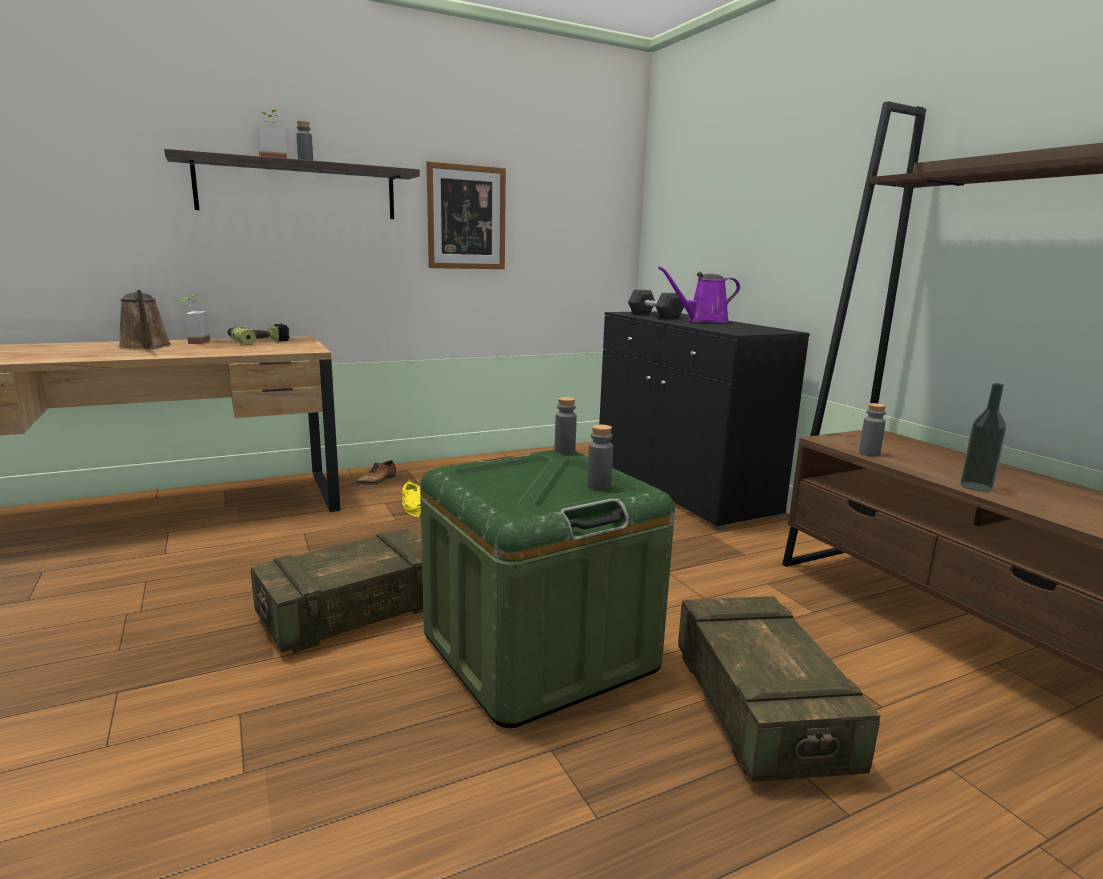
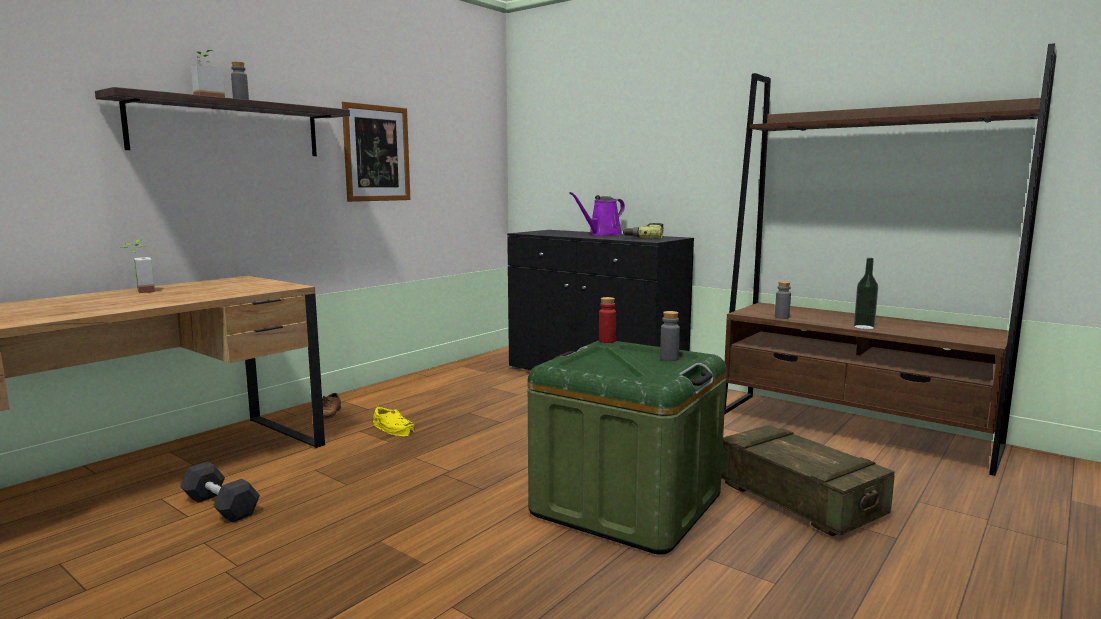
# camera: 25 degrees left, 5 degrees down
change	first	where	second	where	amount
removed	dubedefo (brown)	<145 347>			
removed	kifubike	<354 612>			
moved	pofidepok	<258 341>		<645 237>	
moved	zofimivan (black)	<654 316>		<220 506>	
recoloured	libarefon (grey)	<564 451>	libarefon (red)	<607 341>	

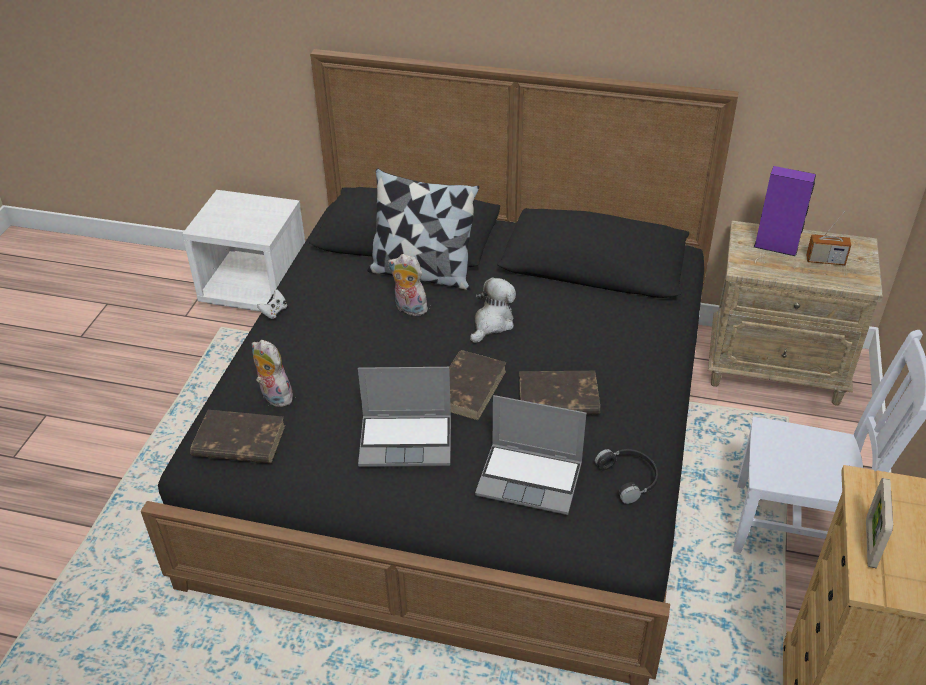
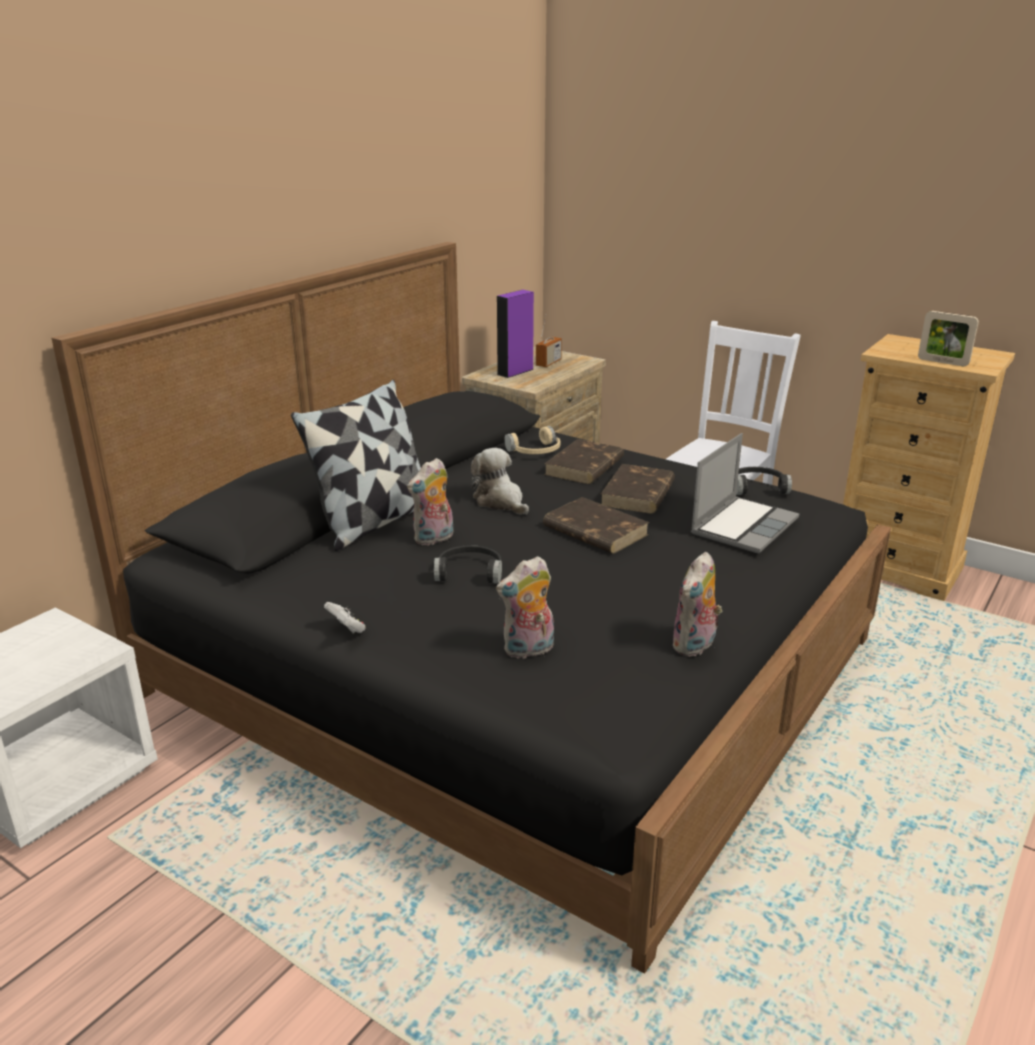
# camera: 70 degrees left, 15 degrees down
change	first	where	second	where	amount
removed	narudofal	<407 441>			
added			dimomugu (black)	<469 572>	
added			dimomugu (beige)	<536 451>	
added			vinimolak	<695 646>	
moved	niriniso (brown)	<238 441>		<584 466>	

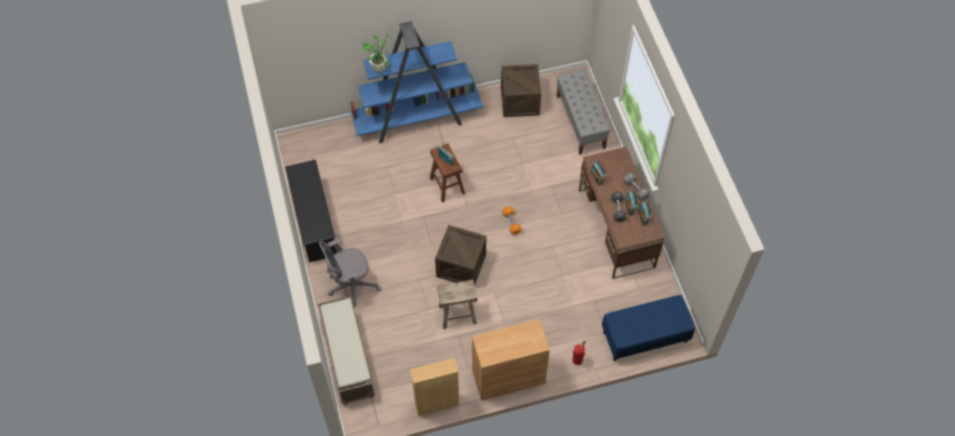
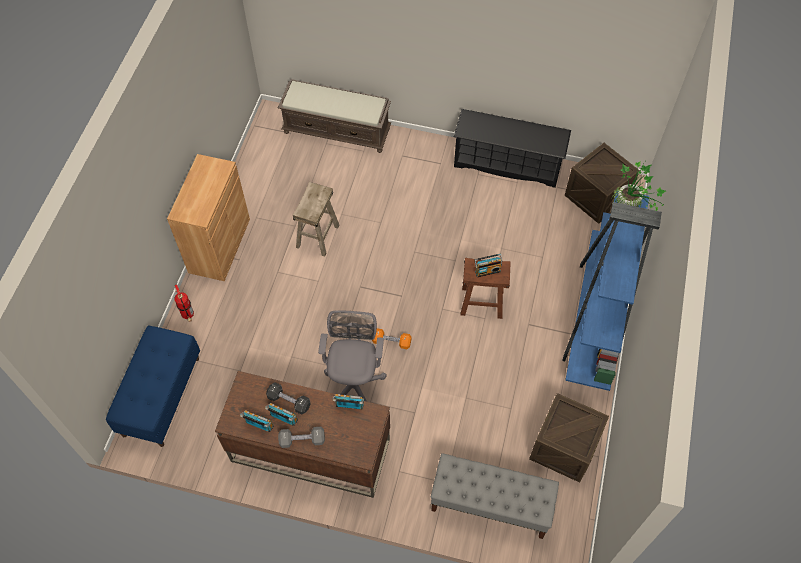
# camera: 120 degrees right, 0 degrees up
change	first	where	second	where	amount
removed	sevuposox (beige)	<437 404>			
moved	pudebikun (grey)	<351 286>		<354 383>	
moved	kifubike	<461 265>		<596 197>	

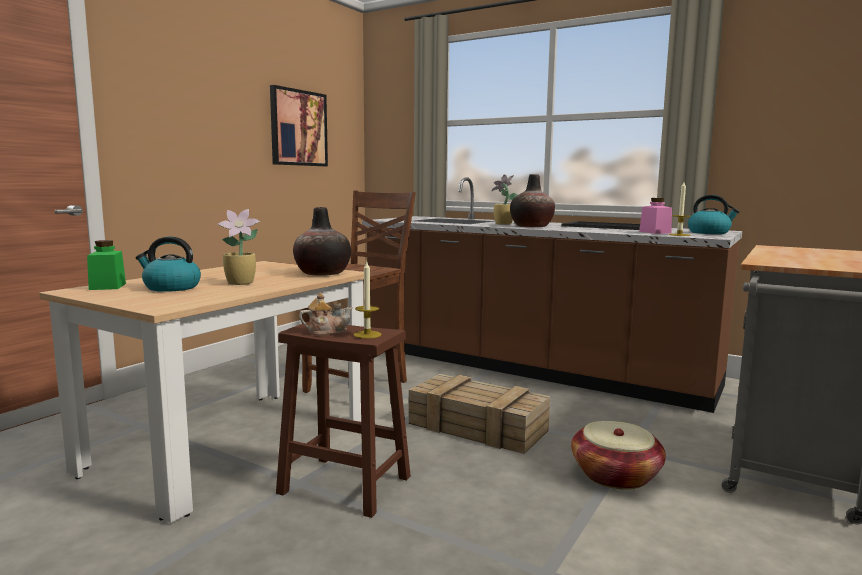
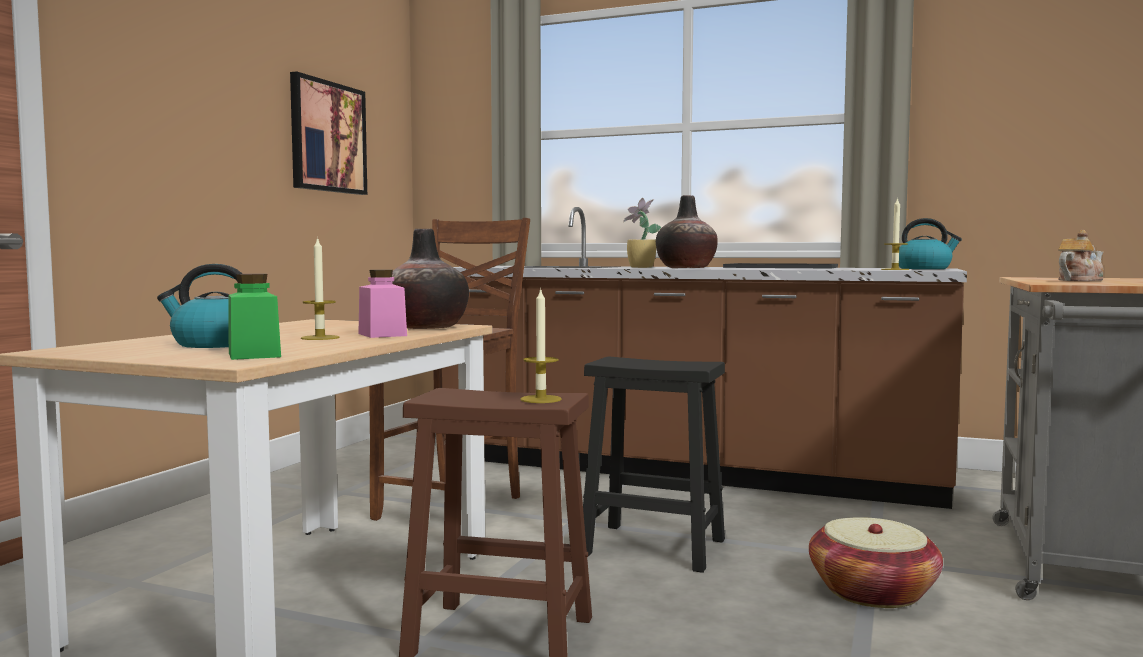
# camera: 10 degrees left, 5 degrees down
change	first	where	second	where	amount
moved	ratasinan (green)	<107 286>		<254 355>	
moved	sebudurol	<326 331>		<1078 280>	
moved	ratasinan (pink)	<655 232>		<382 334>	
replaced	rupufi	<242 283>	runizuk	<320 338>	
replaced	kifubike	<480 427>	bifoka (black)	<656 547>	

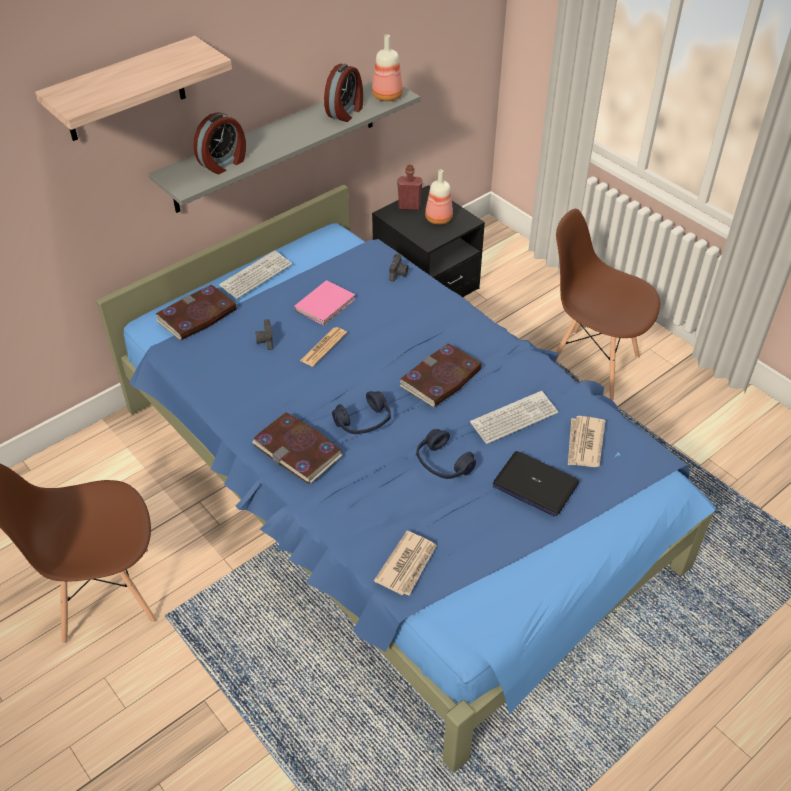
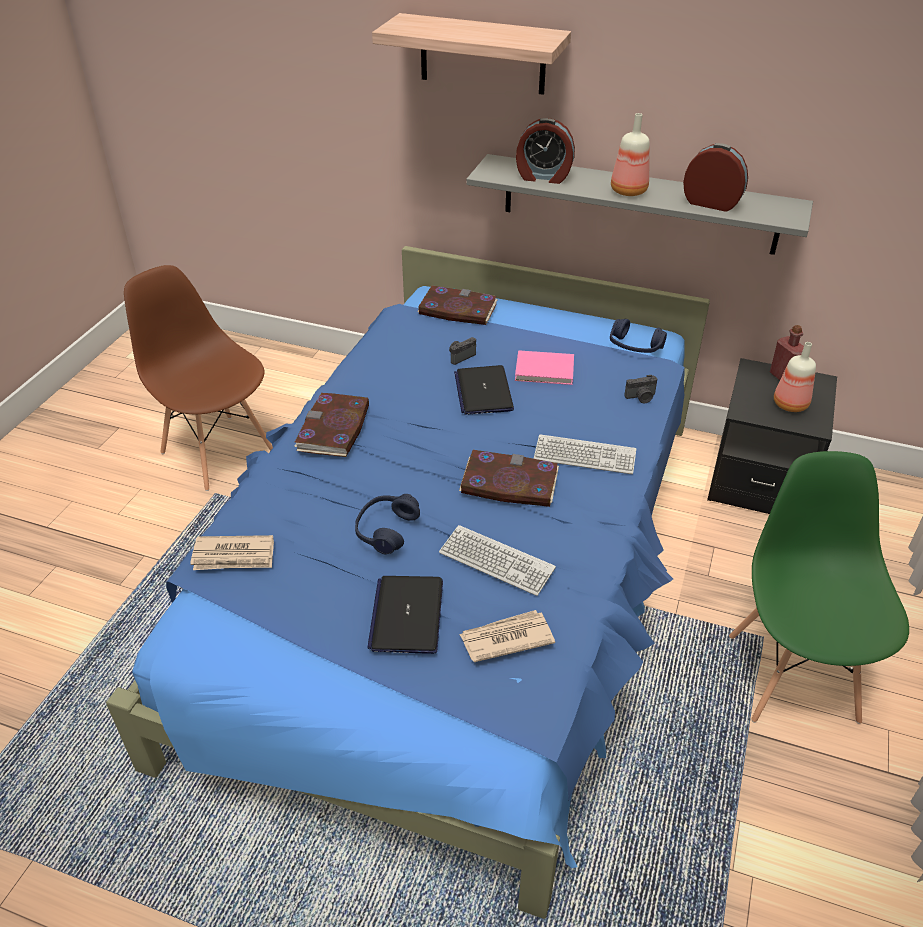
# camera: 60 degrees right, 5 degrees down
change	first	where	second	where	amount
moved	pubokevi	<256 275>		<584 456>	
moved	dimomugu (blue)	<363 422>		<634 347>	
moved	libarefon	<387 97>		<627 191>	
replaced	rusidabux	<323 347>	narudofal	<483 391>	
recoloured	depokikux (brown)	<591 364>	depokikux (green)	<793 676>	
turned	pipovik	<346 112>		<711 202>	150 degrees counterclockwise

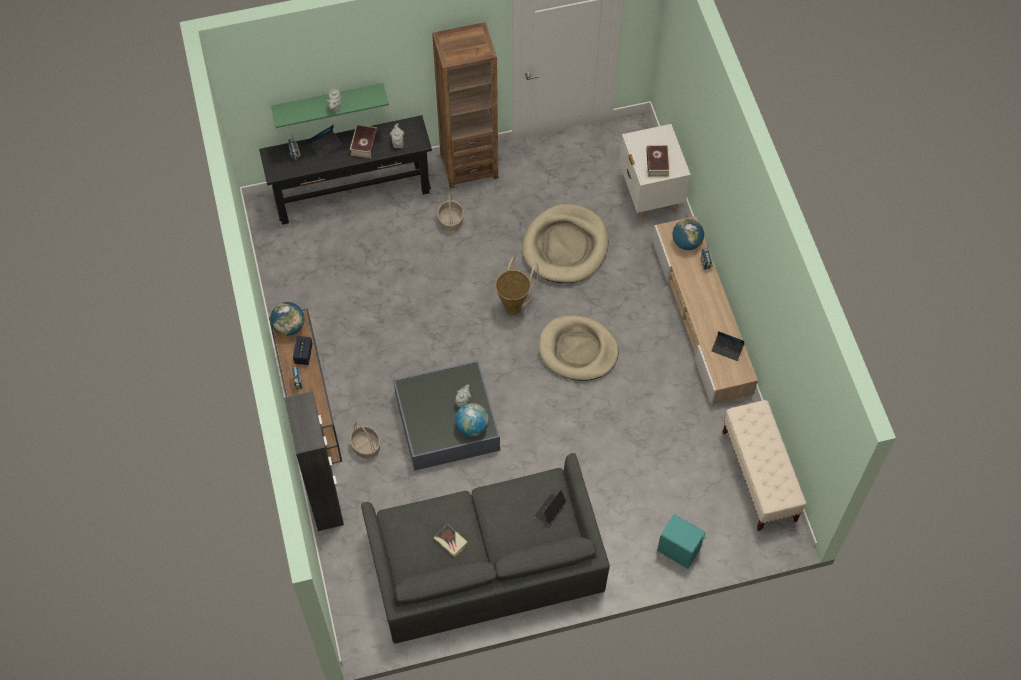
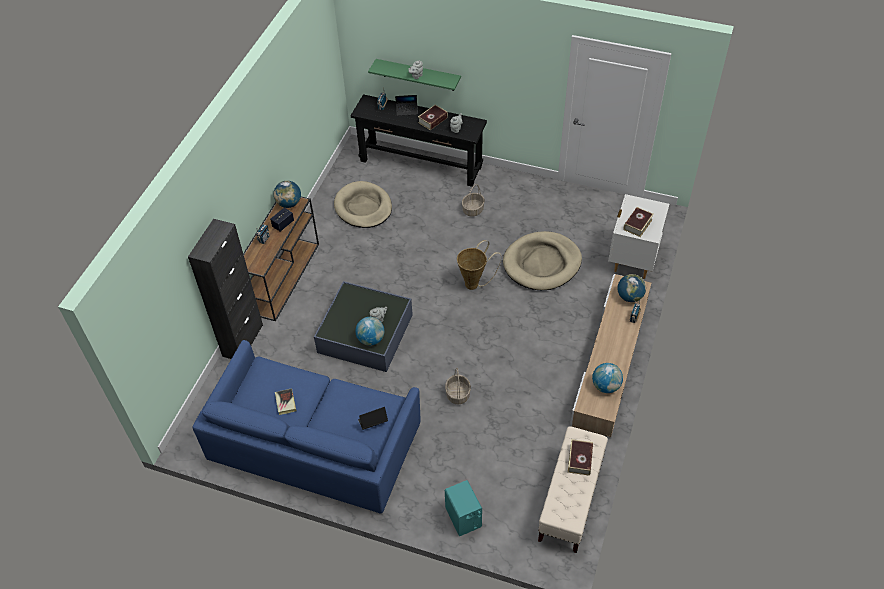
# camera: 35 degrees right, 10 degrees down
change	first	where	second	where	amount
removed	sevuposox (brown)	<469 166>			
added			niriniso	<580 459>	
moved	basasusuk	<365 446>		<457 394>	
moved	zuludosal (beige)	<578 350>		<363 207>	
replaced	narudofal	<727 349>	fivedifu	<606 386>	
recoloured	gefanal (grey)	<484 561>	gefanal (blue)	<314 441>	

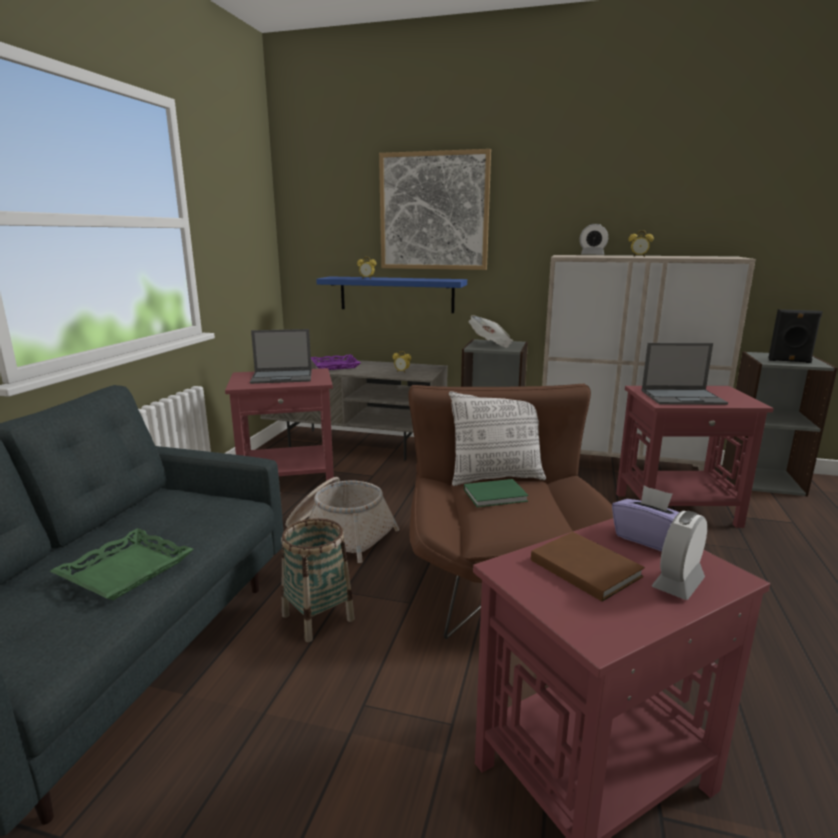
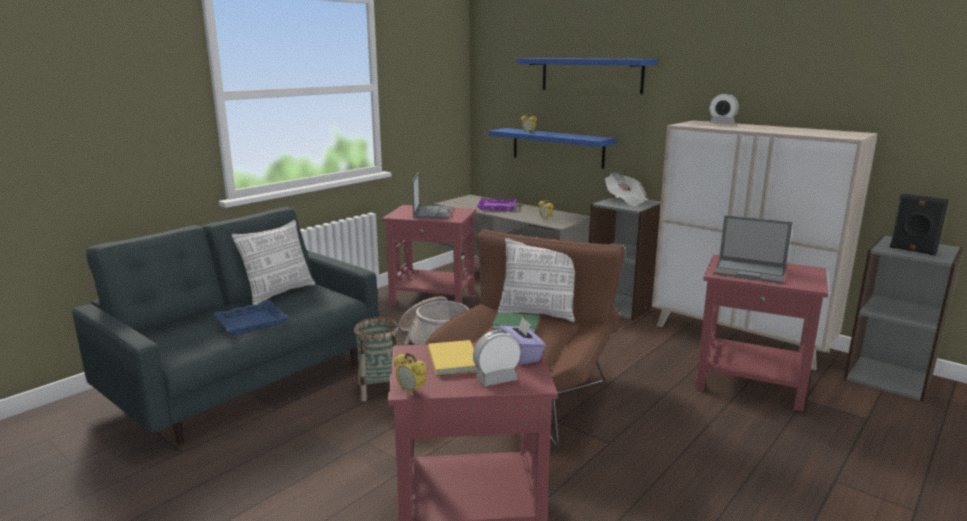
# camera: 25 degrees right, 0 degrees up
change	first	where	second	where	amount
added			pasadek	<279 293>	
moved	pipovik	<638 257>		<411 391>	
replaced	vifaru	<434 211>	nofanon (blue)	<591 75>	
recoloured	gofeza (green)	<125 570>	gofeza (blue)	<251 322>	
recoloured	niriniso (brown)	<584 567>	niriniso (yellow)	<454 360>	
turned	narudofal	<283 377>		<433 212>	105 degrees counterclockwise

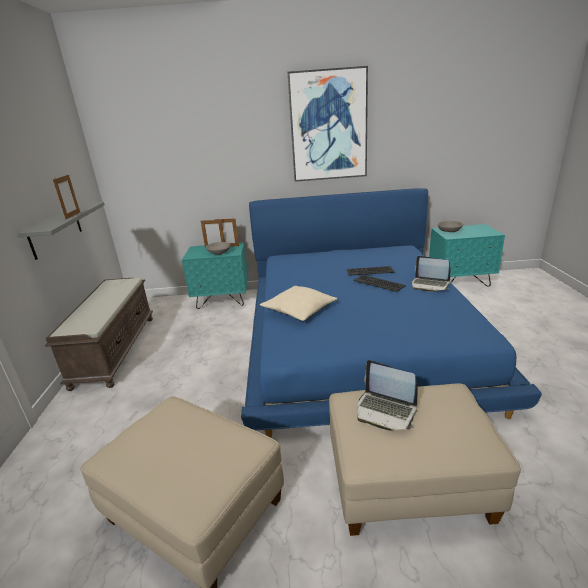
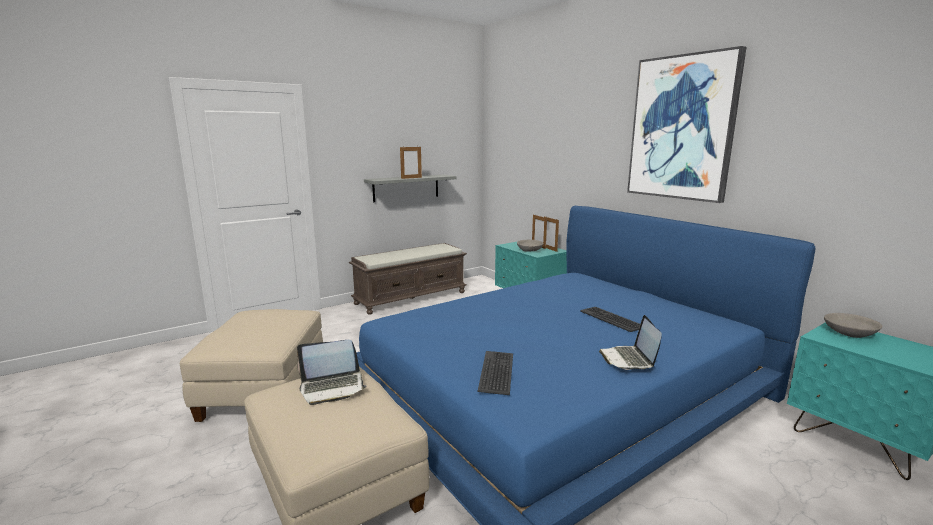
# camera: 55 degrees right, 10 degrees down
change	first	where	second	where	amount
removed	pasadek (beige)	<299 311>			
moved	pubokevi	<379 283>		<497 372>	
turned	narudofal	<385 410>		<332 387>	105 degrees counterclockwise

